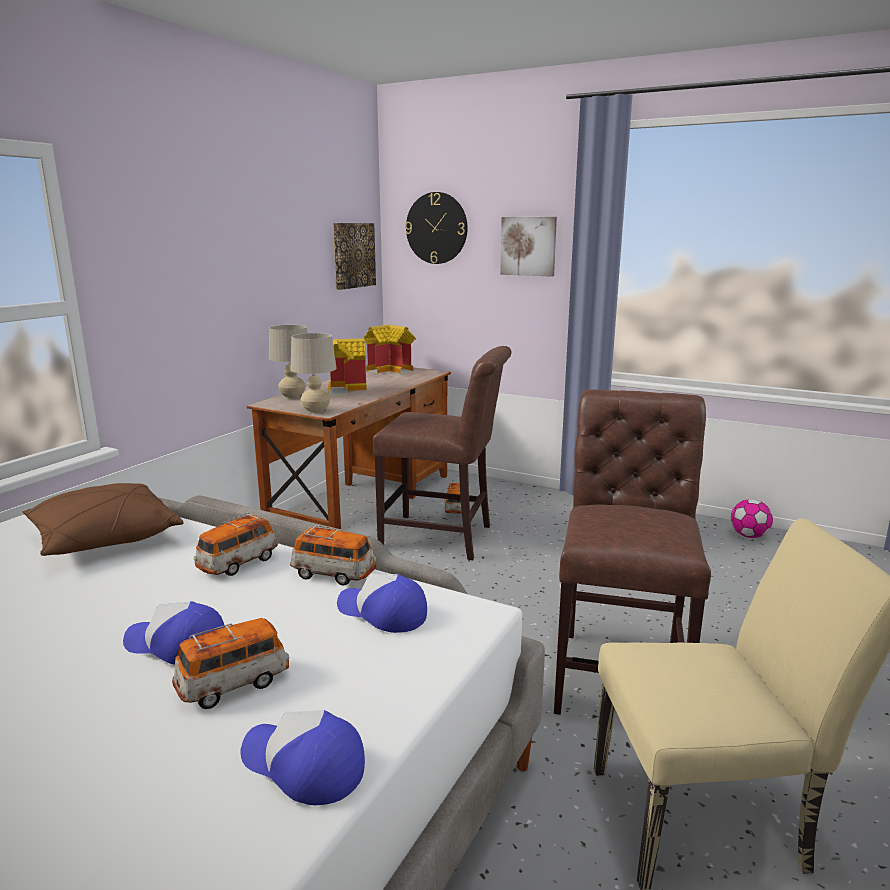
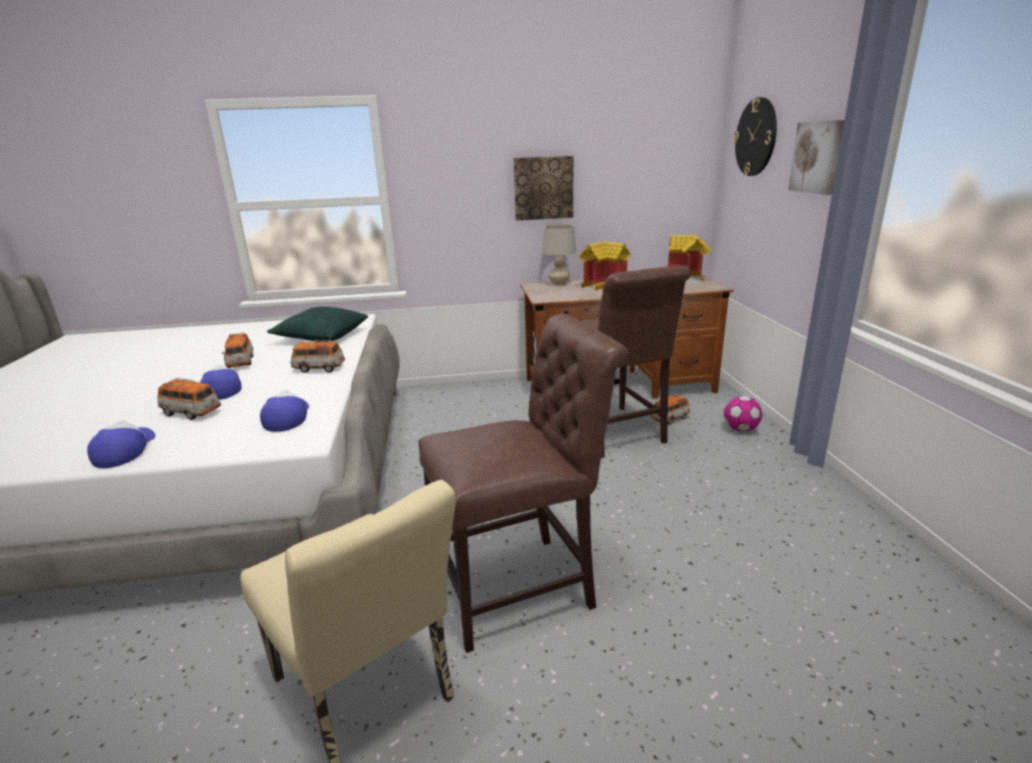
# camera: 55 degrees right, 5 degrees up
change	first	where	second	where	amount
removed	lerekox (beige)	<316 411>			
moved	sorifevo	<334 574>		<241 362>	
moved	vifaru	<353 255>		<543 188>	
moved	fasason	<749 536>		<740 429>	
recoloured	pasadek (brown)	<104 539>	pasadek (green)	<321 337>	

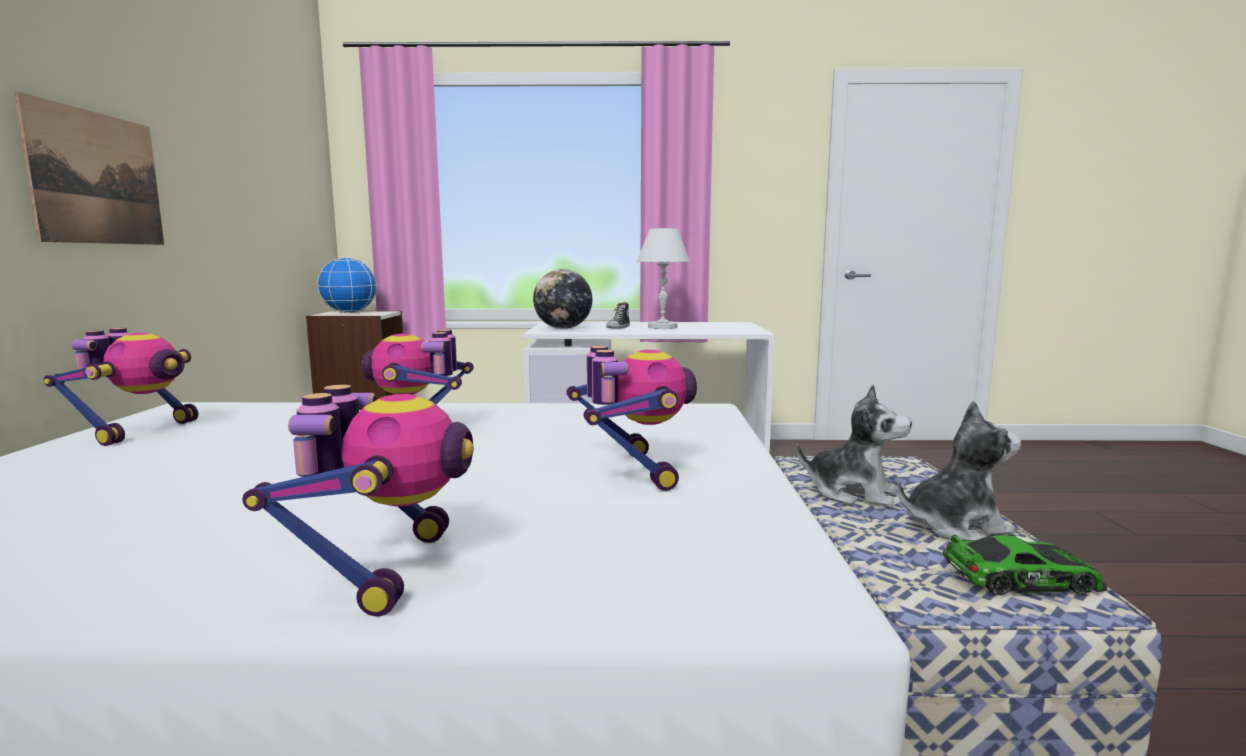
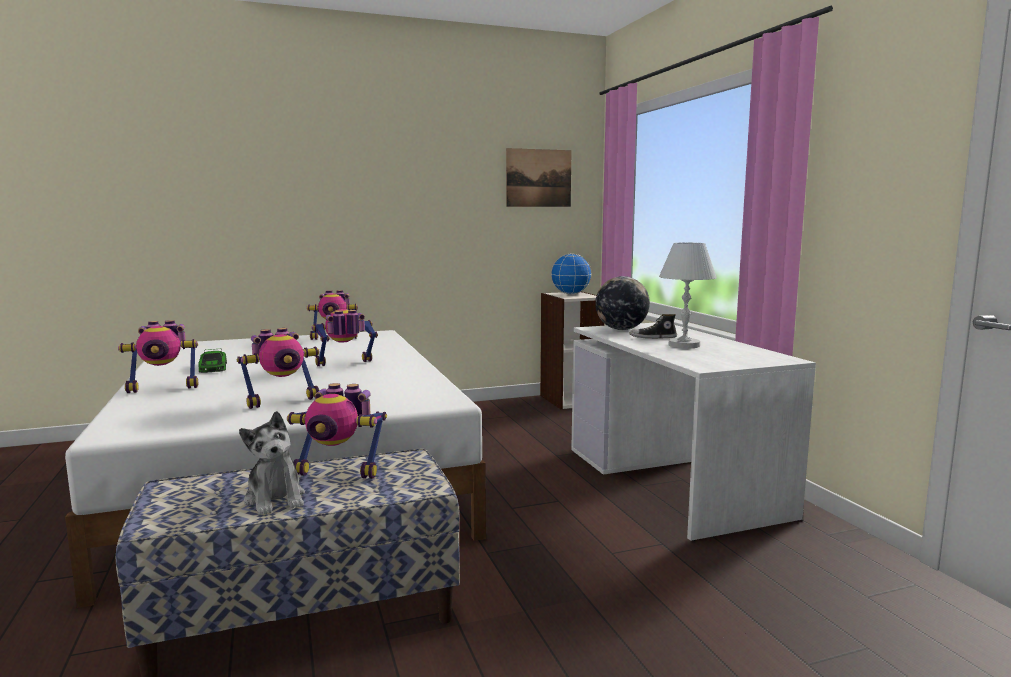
# camera: 70 degrees right, 0 degrees up
change	first	where	second	where	amount
moved	vifaru	<97 178>		<538 178>	
moved	sorifevo	<1022 579>		<213 367>	
replaced	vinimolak	<852 493>	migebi	<339 471>	

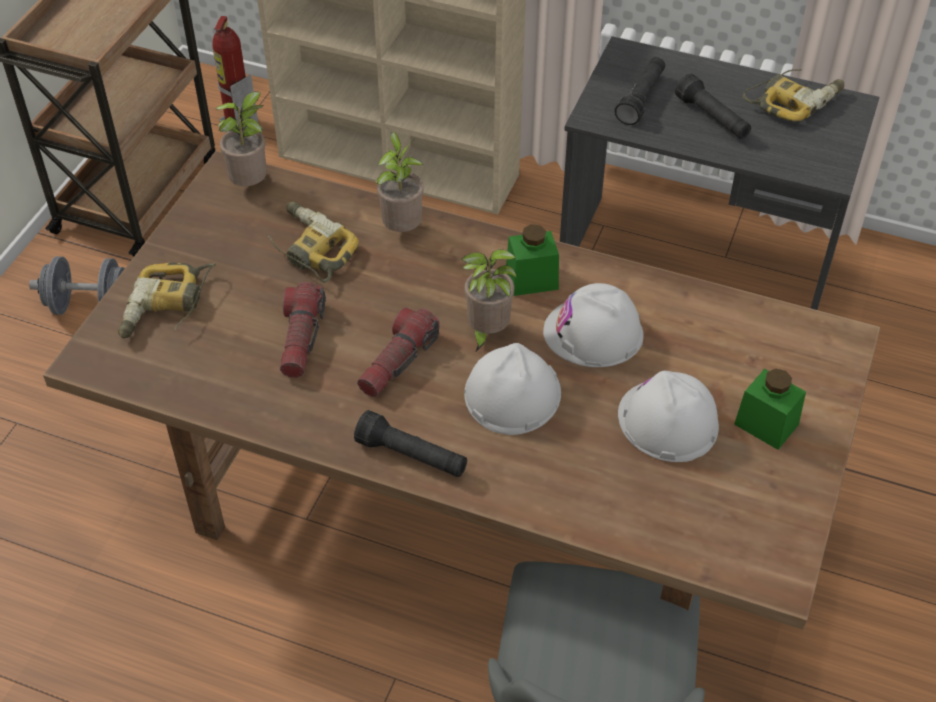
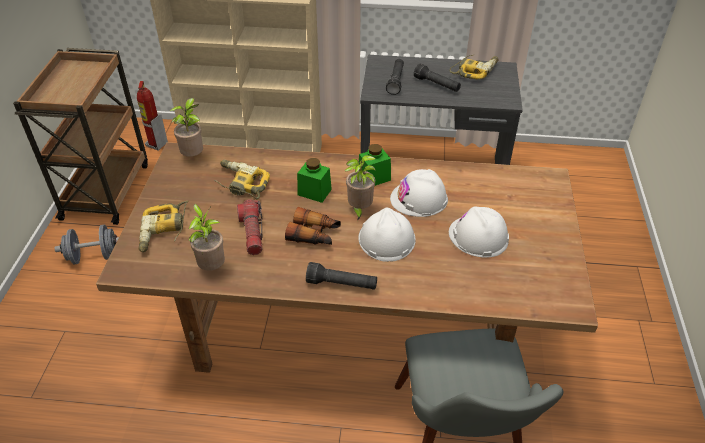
# camera: 15 degrees left, 5 degrees down
change	first	where	second	where	amount
moved	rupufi	<402 228>		<212 267>	
moved	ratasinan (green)	<766 424>		<314 192>	
replaced	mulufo	<398 362>	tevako	<314 234>	

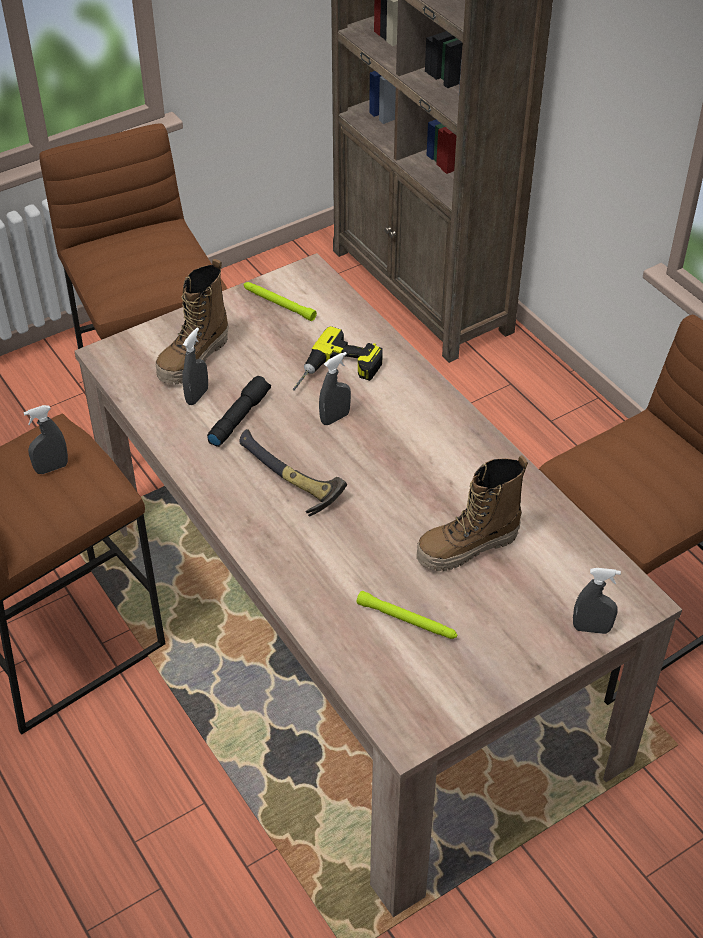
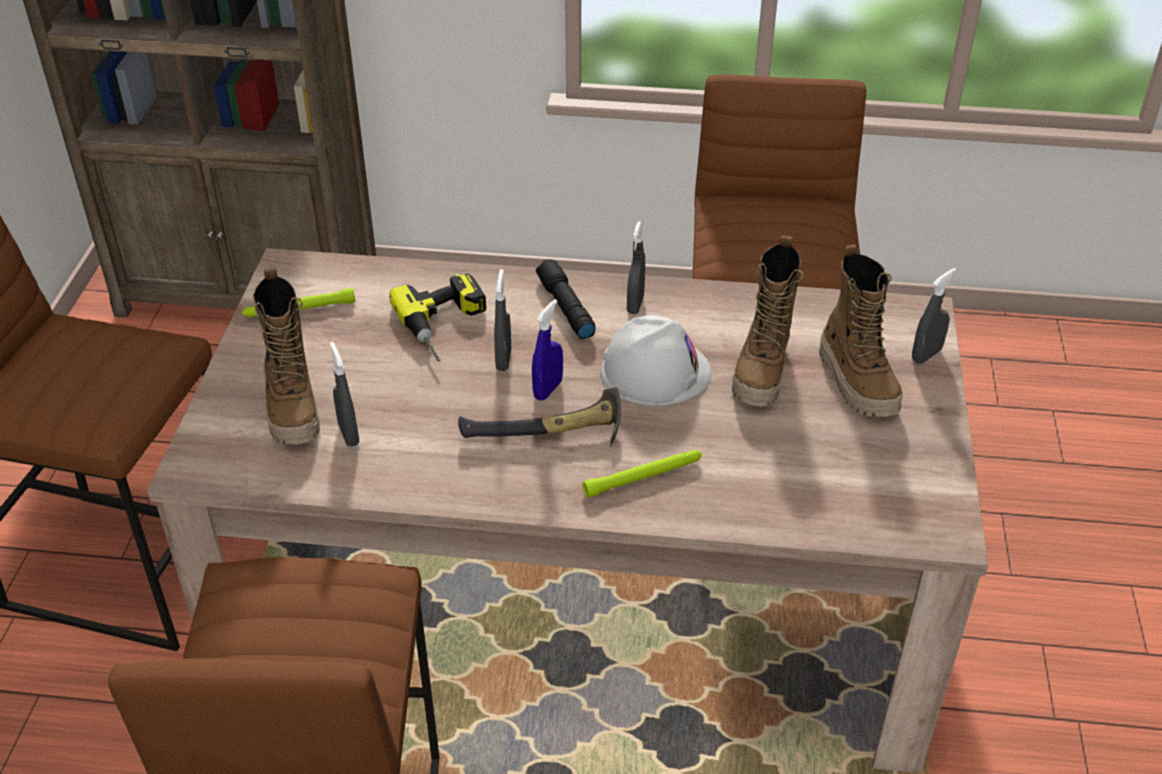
# camera: 50 degrees left, 5 degrees down
change	first	where	second	where	amount
added			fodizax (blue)	<548 389>	
added			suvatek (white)	<655 371>	
added			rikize	<858 382>	
moved	fodizax (grey)	<51 468>		<635 305>	
moved	mulufo (black)	<238 417>		<564 307>	
moved	mulufo (green)	<407 620>		<643 477>	

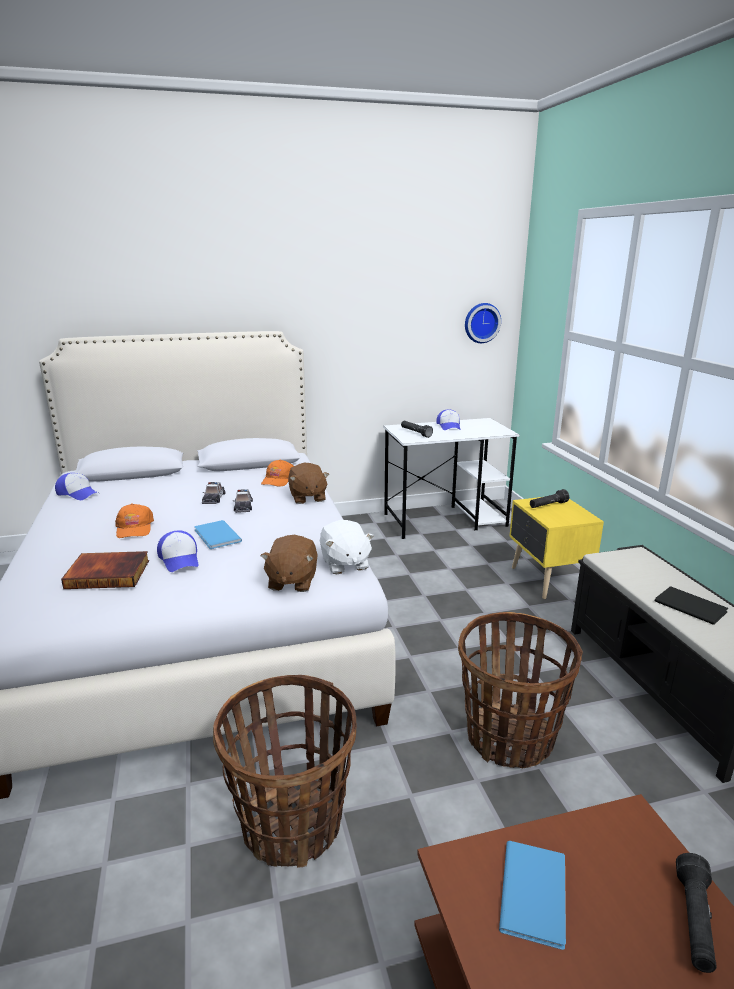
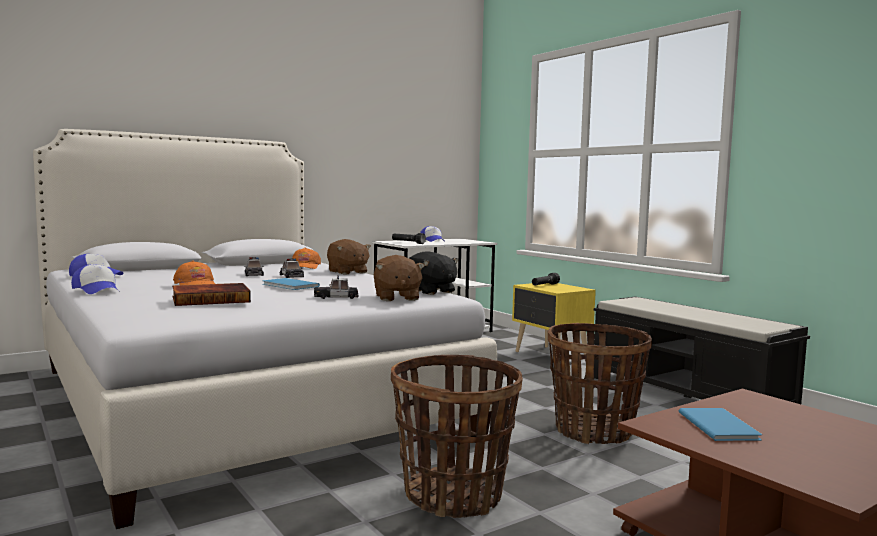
# camera: 20 degrees left, 15 degrees down
change	first	where	second	where	amount
removed	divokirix	<481 322>			
removed	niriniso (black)	<689 605>			
removed	mulufo (black)	<694 921>			
added			sorifevo	<336 297>	
moved	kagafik	<180 559>		<97 290>	
recoloured	vinimolak (white)	<344 564>	vinimolak (black)	<430 291>	

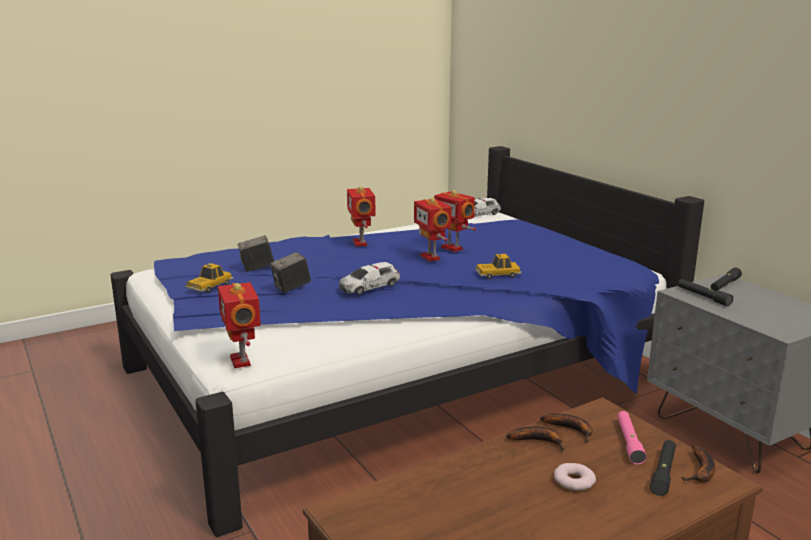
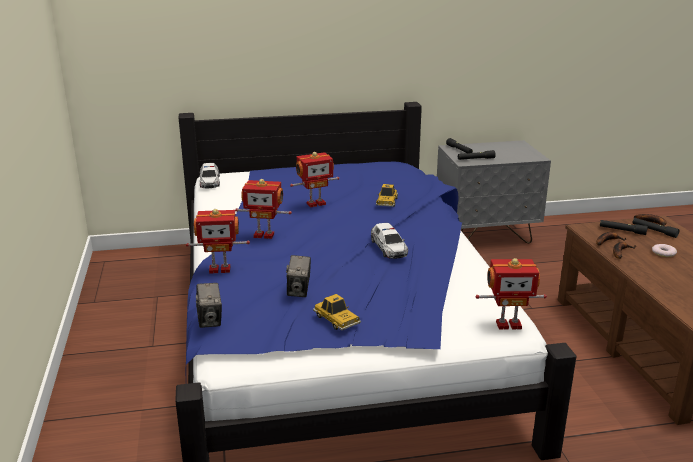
# camera: 70 degrees left, 5 degrees up
change	first	where	second	where	amount
moved	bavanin	<291 288>		<210 320>	
moved	migebi	<431 257>		<220 269>	
recoloured	mulufo (pink)	<629 442>	mulufo (black)	<622 230>	

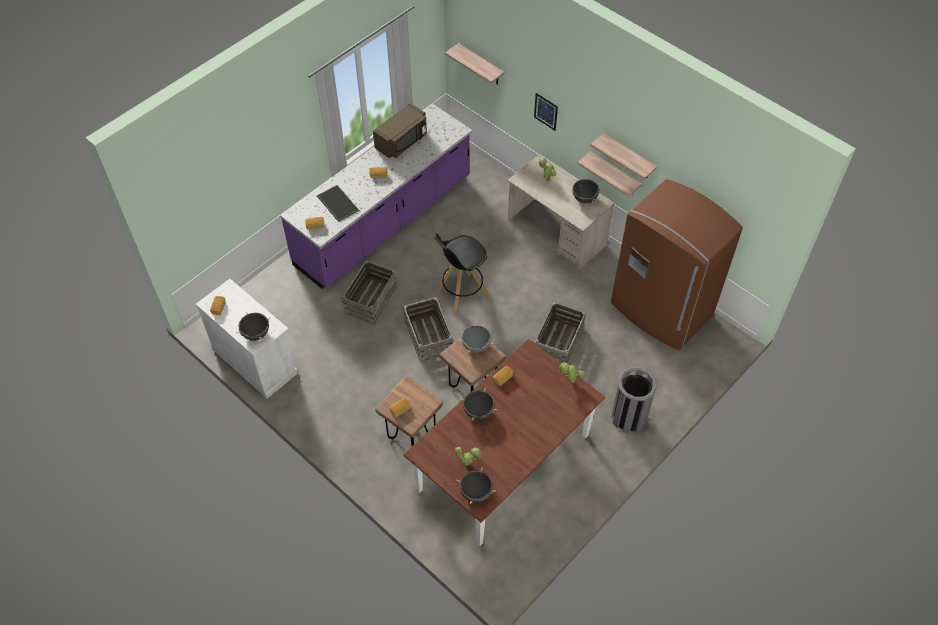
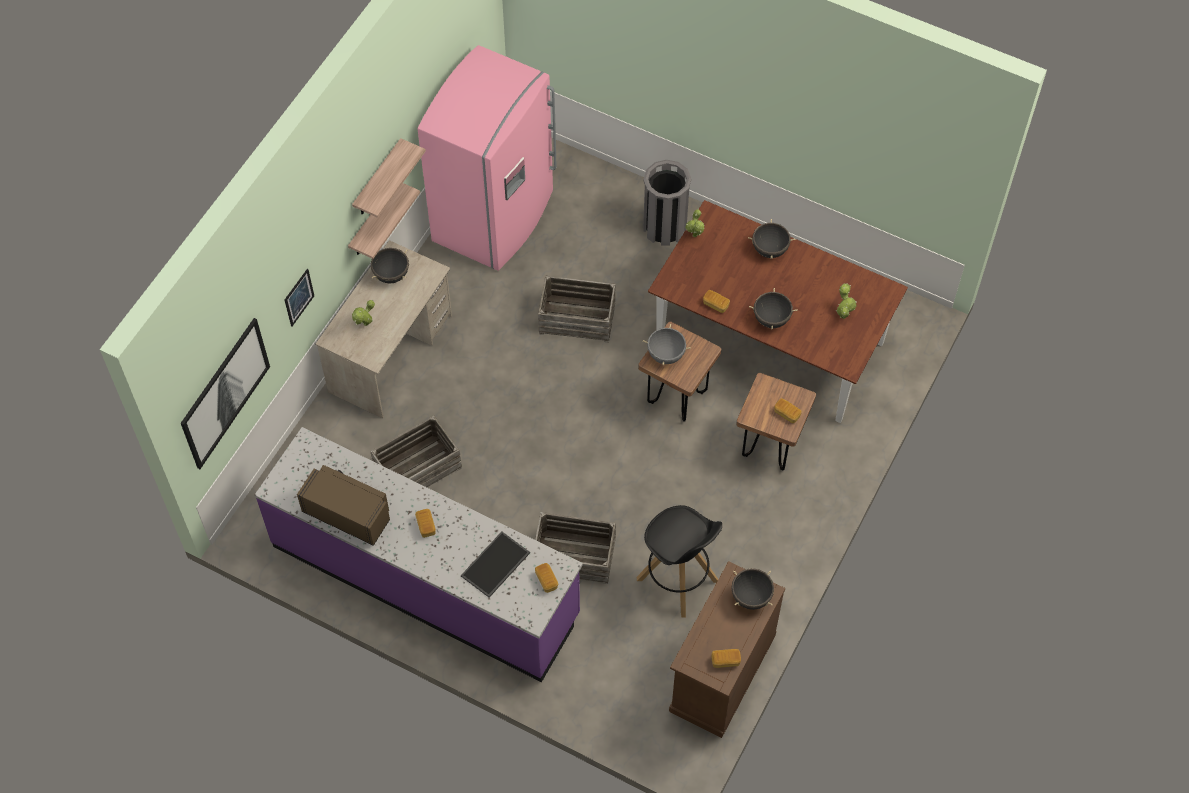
# camera: 105 degrees left, 5 degrees up
change	first	where	second	where	amount
moved	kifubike	<428 337>		<418 469>	
moved	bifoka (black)	<461 294>		<678 581>	
moved	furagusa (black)	<476 493>		<770 250>	
replaced	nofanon	<481 65>	vifaru	<224 392>	
recoloured	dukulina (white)	<255 361>	dukulina (brown)	<722 672>	
recoloured	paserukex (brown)	<660 311>	paserukex (pink)	<495 217>	

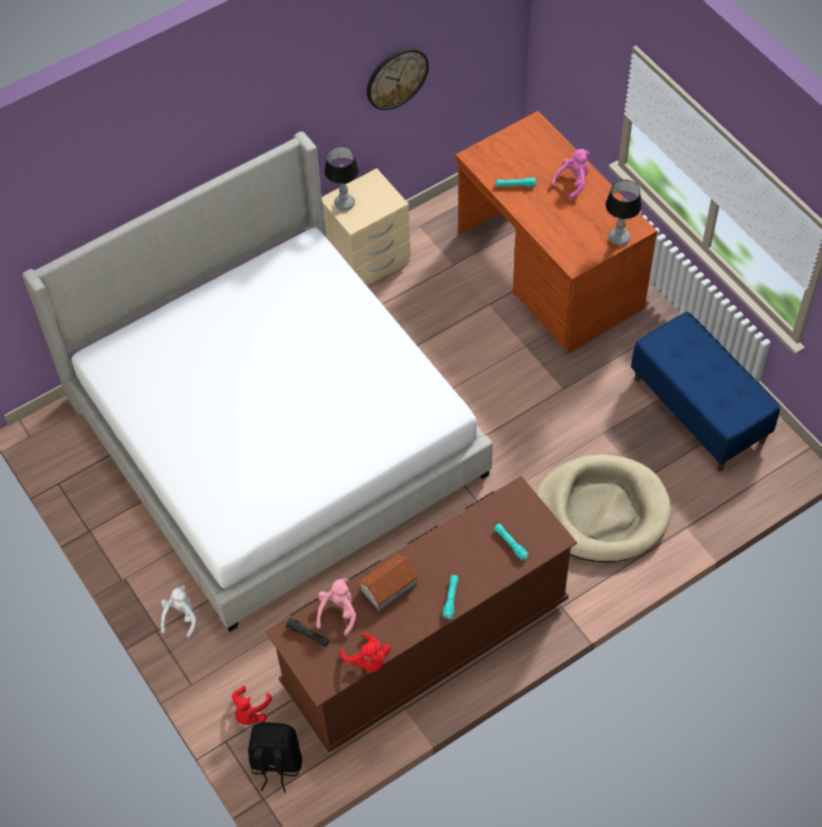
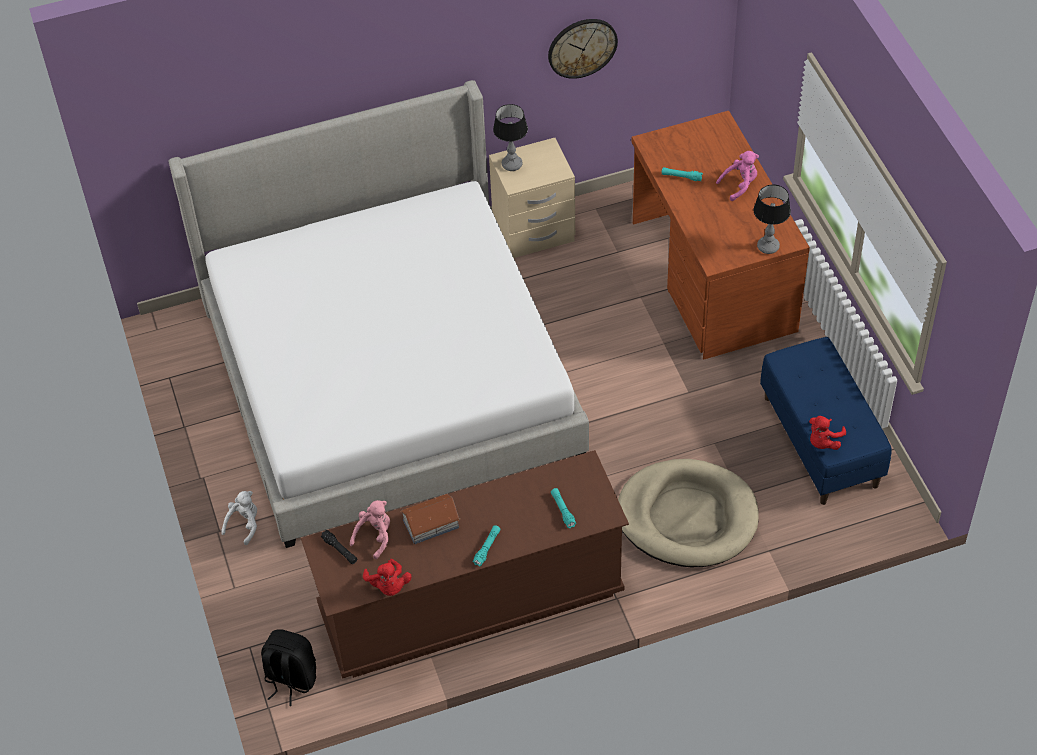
# camera: 15 degrees right, 5 degrees down
change	first	where	second	where	amount
moved	vinimolak (red)	<250 712>		<823 442>	

